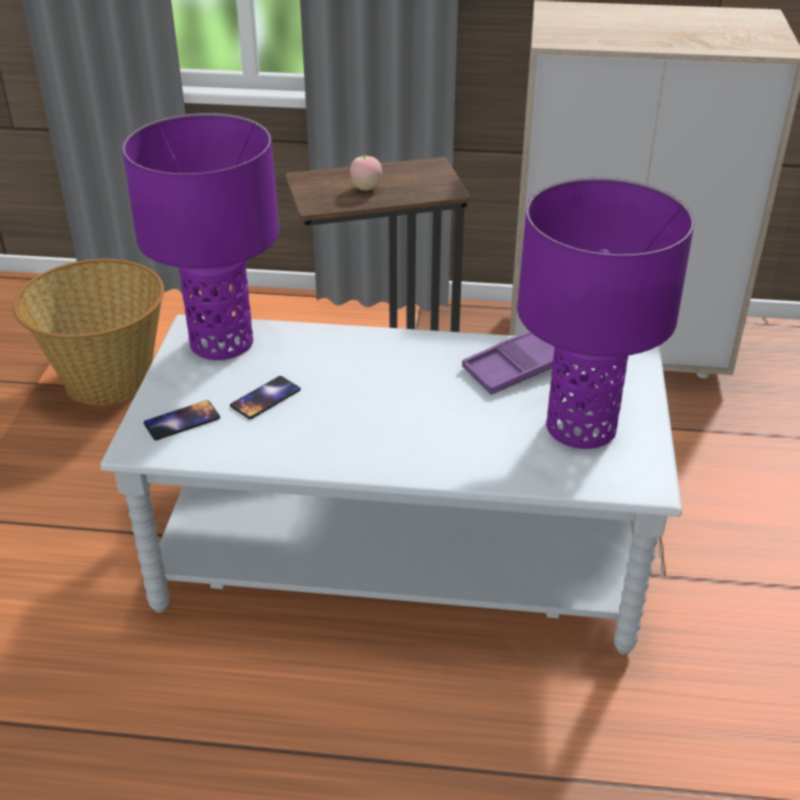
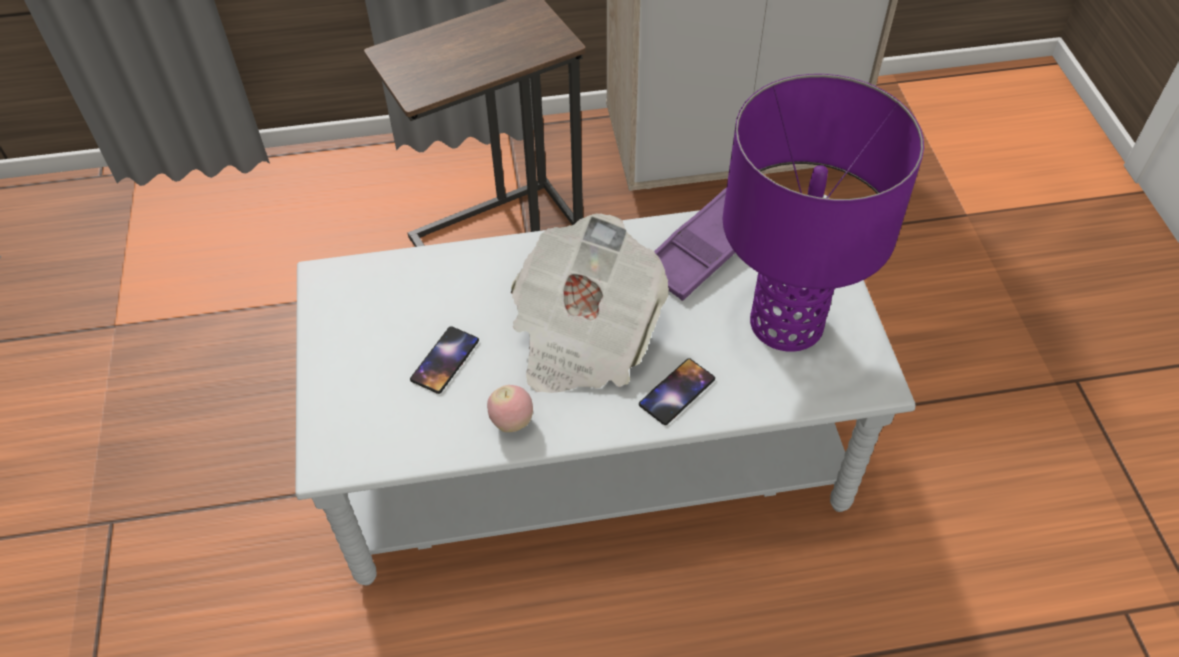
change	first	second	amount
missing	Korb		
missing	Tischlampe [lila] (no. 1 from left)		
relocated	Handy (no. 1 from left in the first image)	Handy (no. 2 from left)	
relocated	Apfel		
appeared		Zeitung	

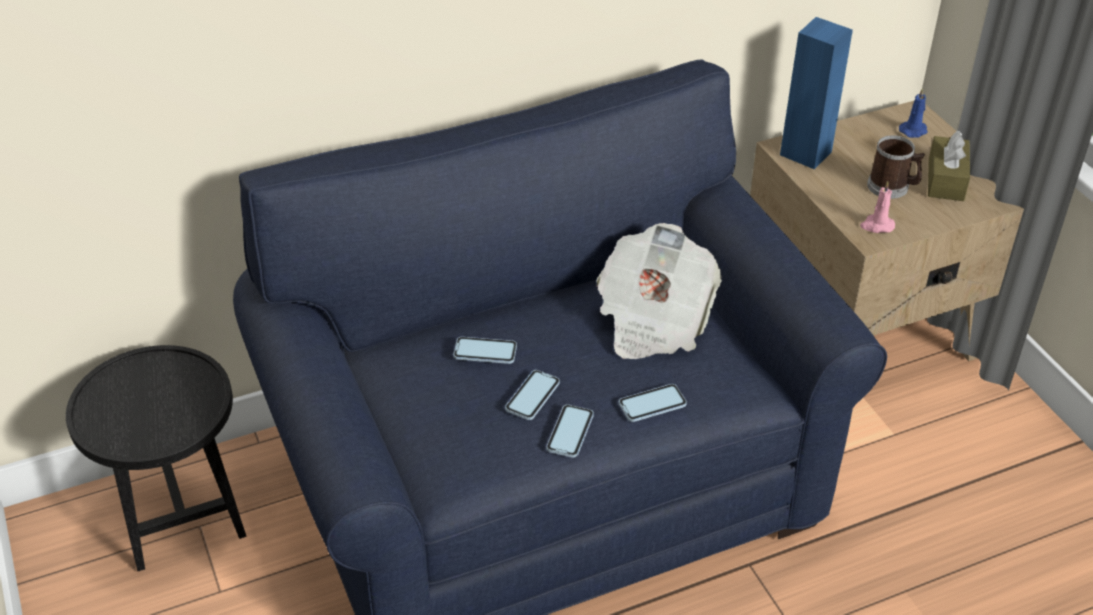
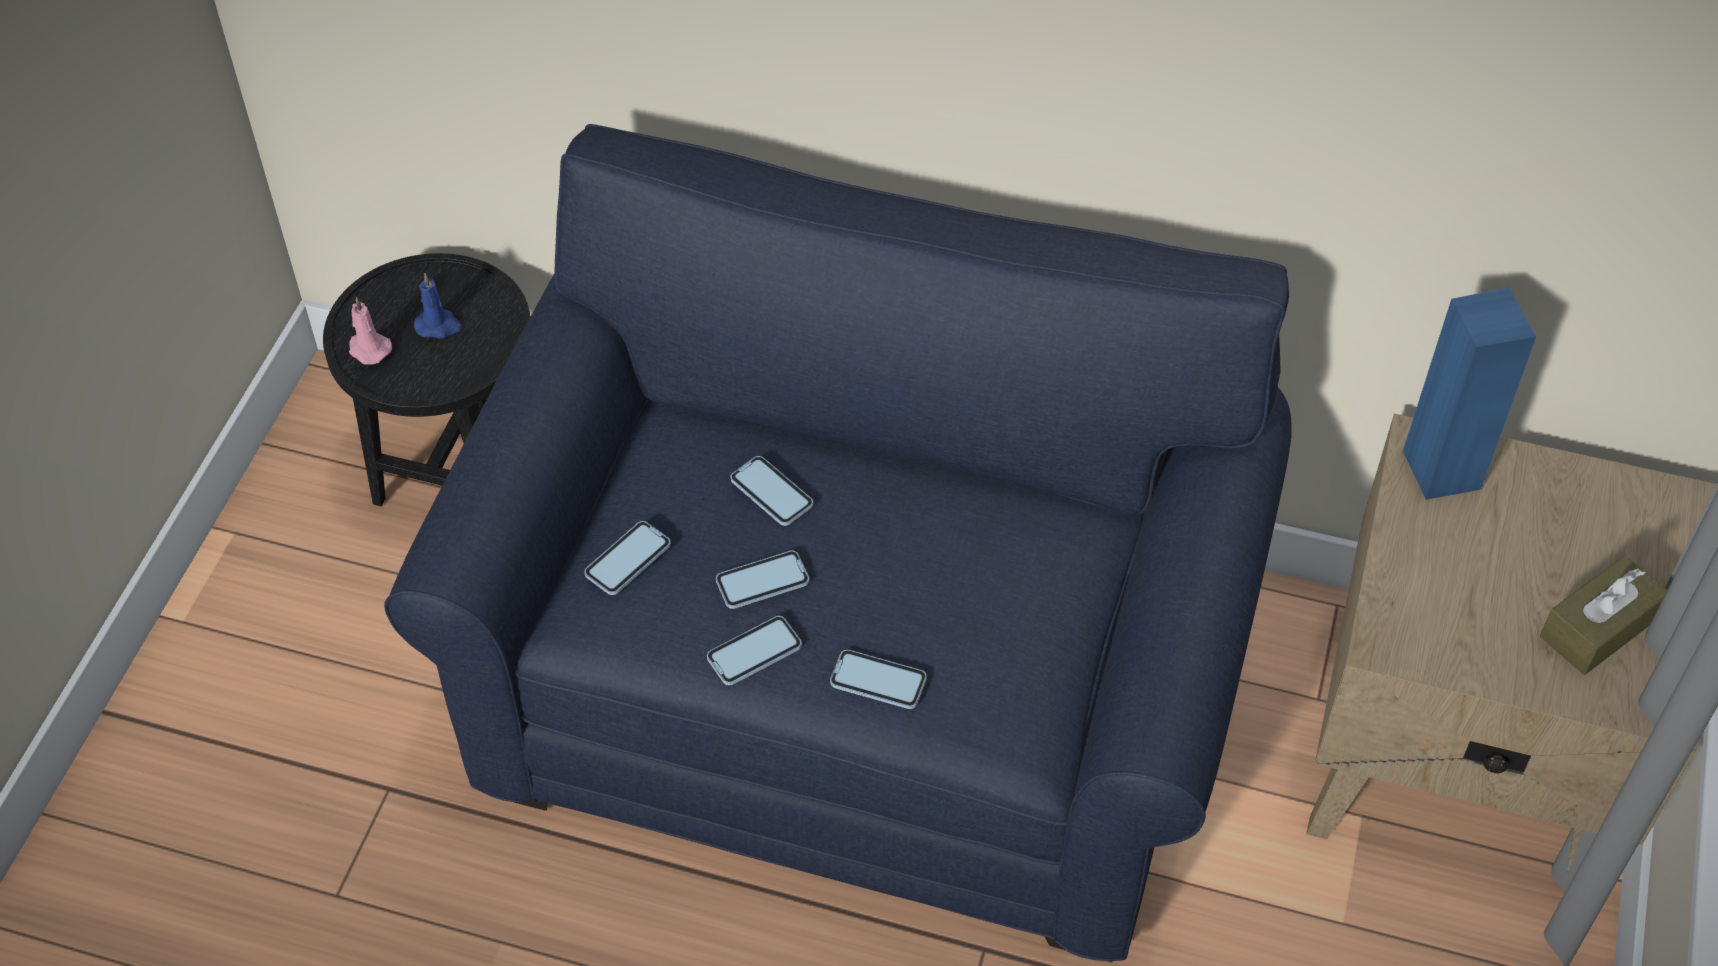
change	first	second	amount
missing	Zeitung		
relocated	Kerze [rosa]		
missing	Henkelbecher		
relocated	Kerze [blau]		
appeared		Handy (no. 1 from left)	

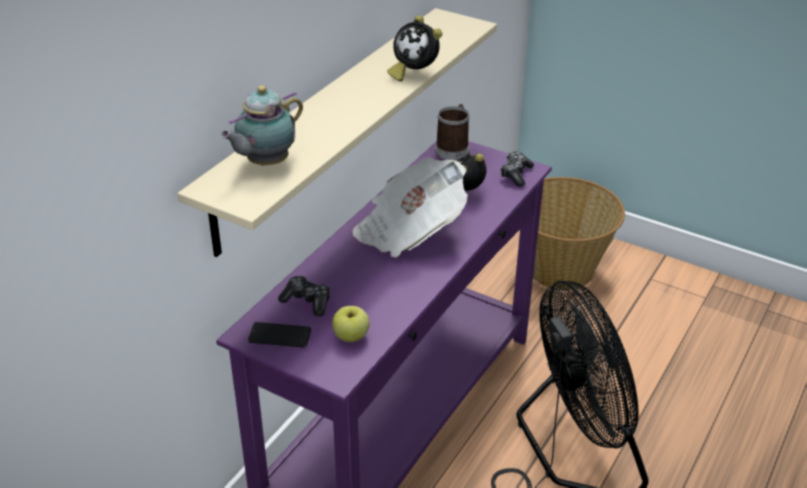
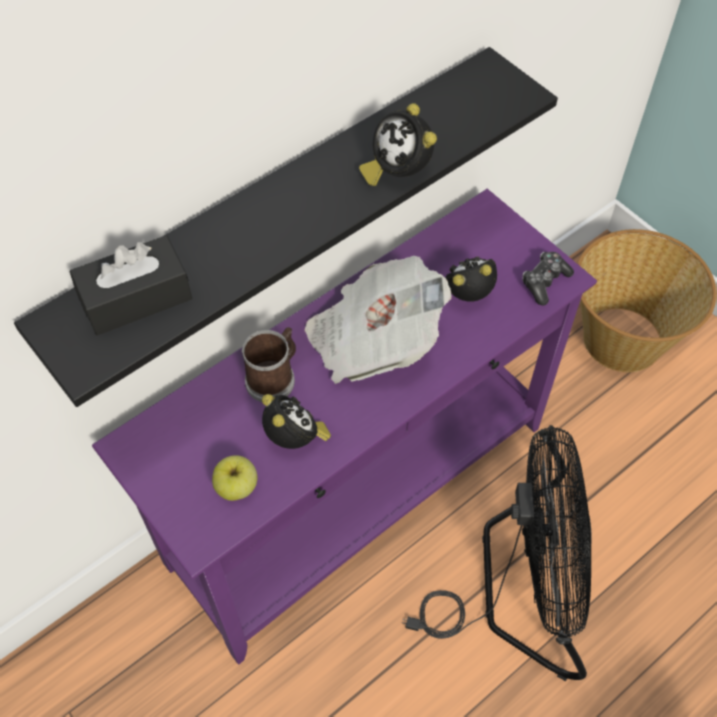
change	first	second	amount
colour	Wandregal [beige]	Wandregal [schwarz]	
exchanged	Teekanne	Taschentuchbox [schwarz]	
missing	Handy		
missing	Gamepad (no. 1 from left)		
relocated	Henkelbecher		
appeared		Wecker (no. 1 from left)	

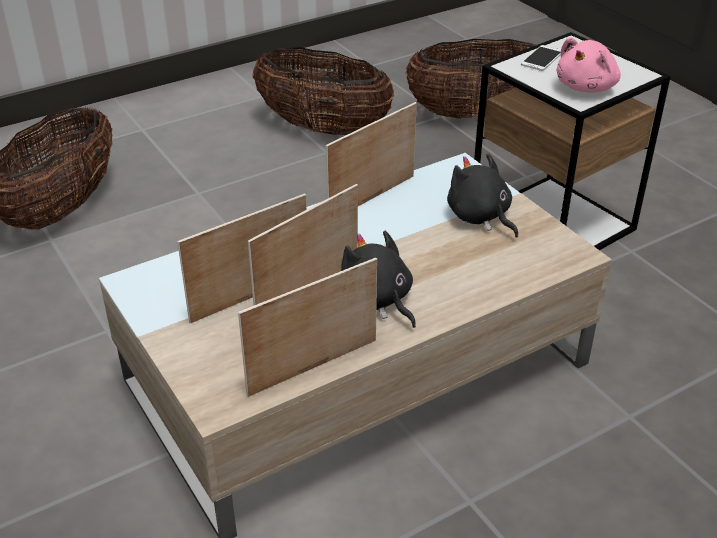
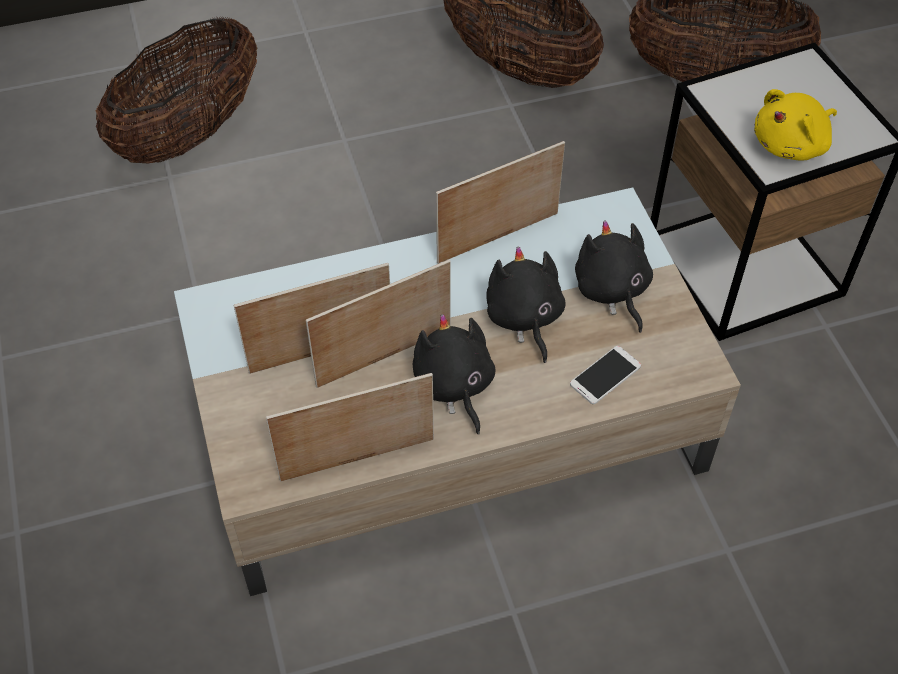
change	first	second	amount
relocated	Handy		
colour	Plüschtier [rosa]	Plüschtier [gelb]	
appeared		Plüschtier [schwarz] (no. 2 from left)	

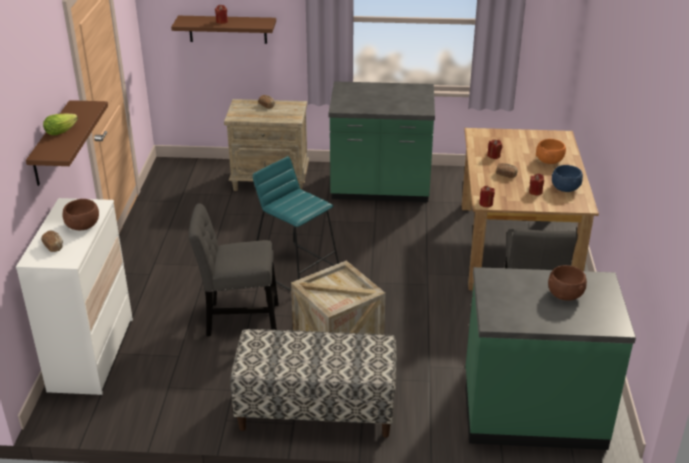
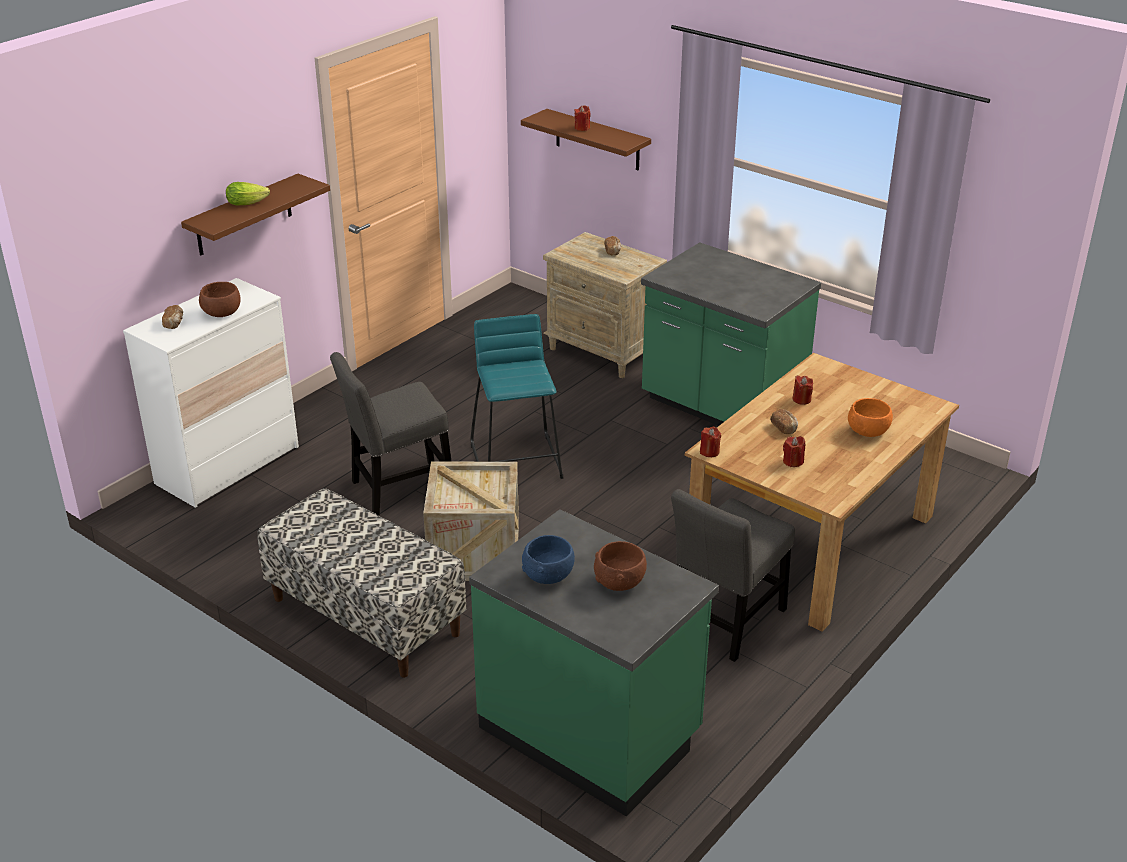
change	first	second	amount
spun	Stuhl [grau] (no. 1 from left)		60 degrees counterclockwise
relocated	Schüssel [blau]		

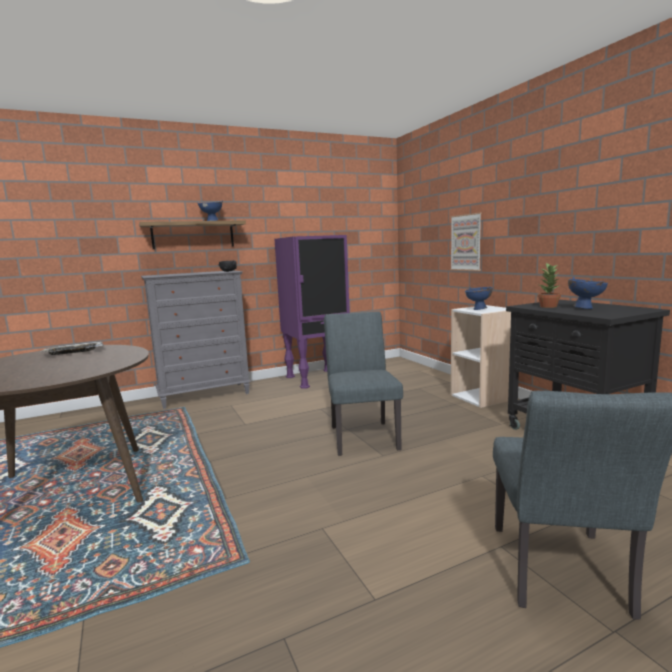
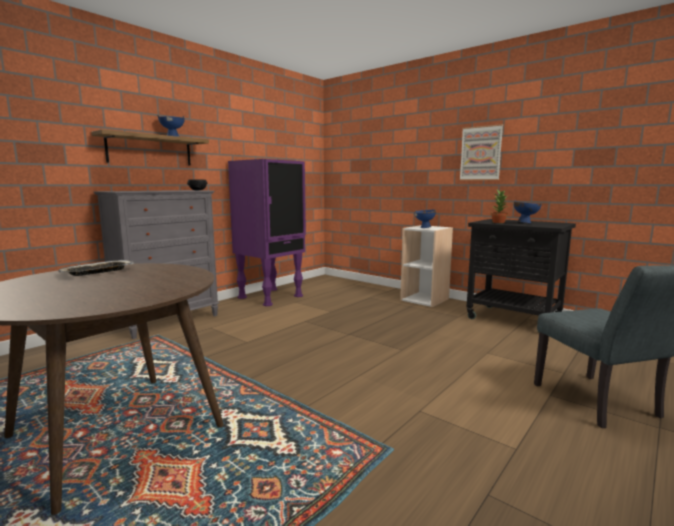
change	first	second	amount
missing	Stuhl [grau] (no. 1 from left)		
relocated	Bild		

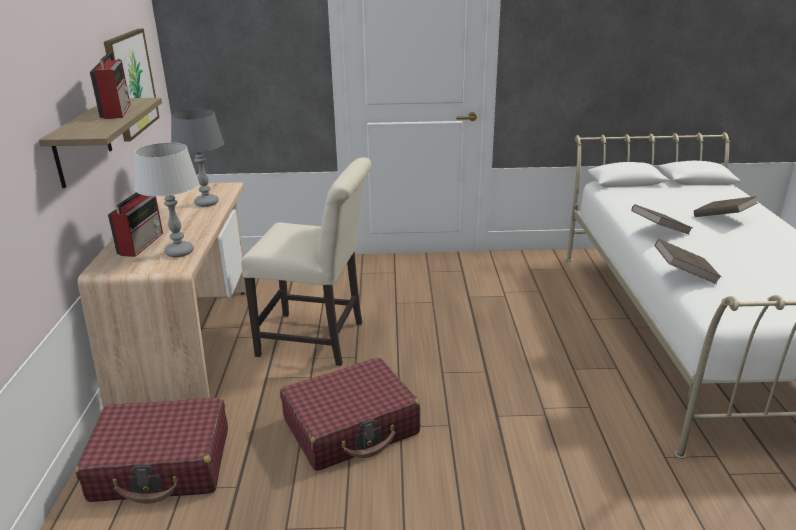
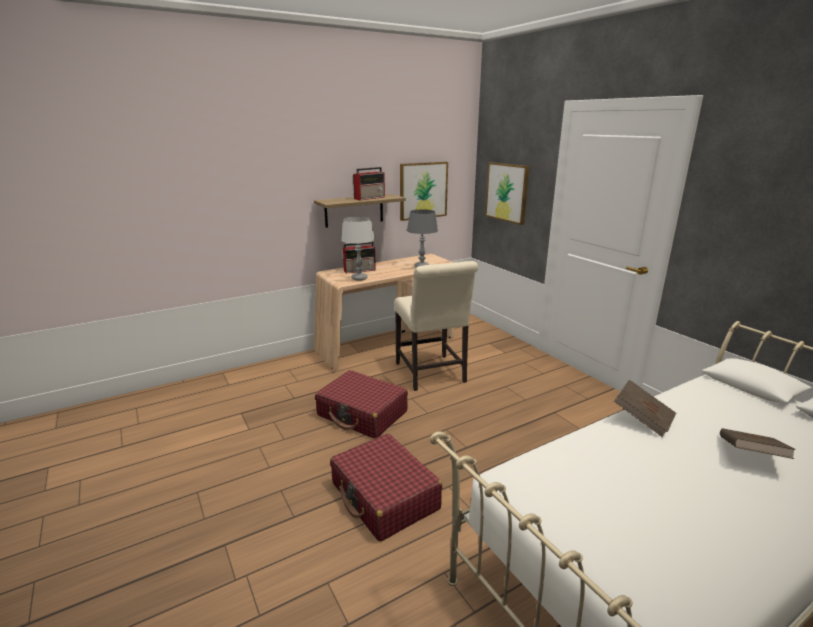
change	first	second	amount
relocated	Koffer [rot] (no. 1 from left in the first image)	Koffer [rot] (no. 2 from left)	
missing	Buch [braun] (no. 2 from left)		
appeared		Bild (no. 2 from left)	

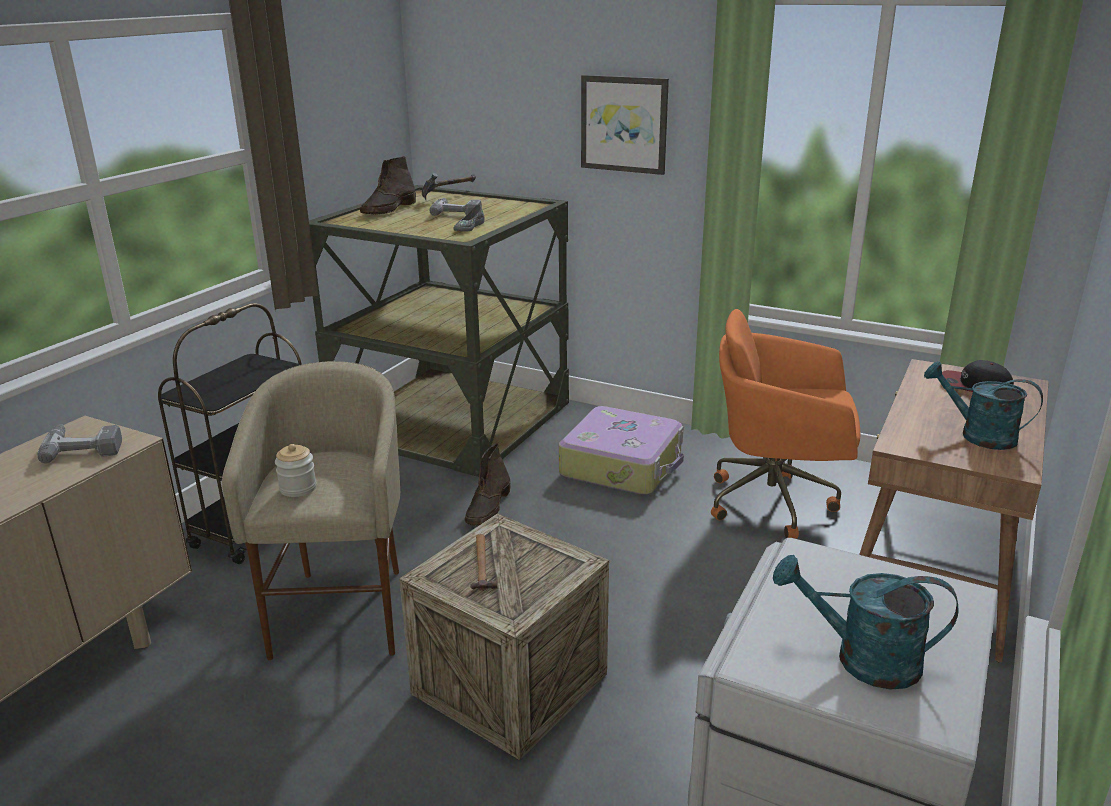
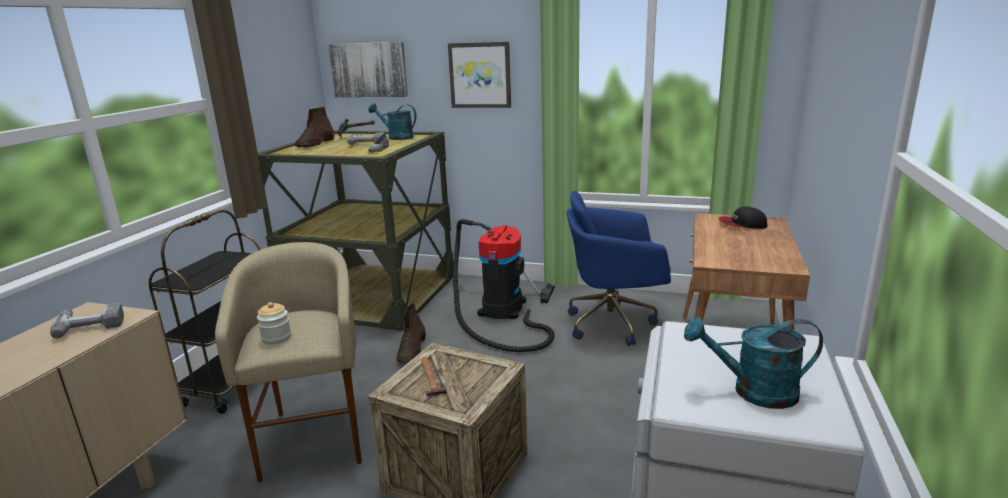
change	first	second	amount
exchanged	Koffer	Staubsauger	
colour	Bürostuhl [orange]	Bürostuhl [blau]	
relocated	Gießkanne [türkis] (no. 2 from left in the first image)	Gießkanne [türkis] (no. 1 from left)	
appeared		Bild (no. 1 from left)	

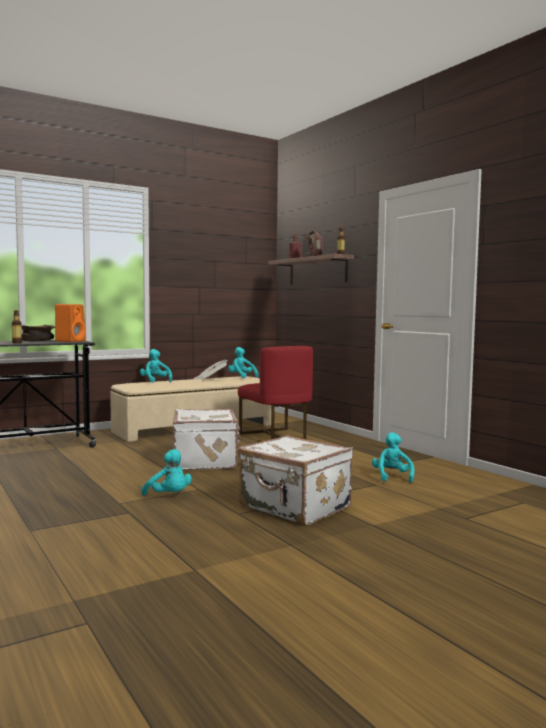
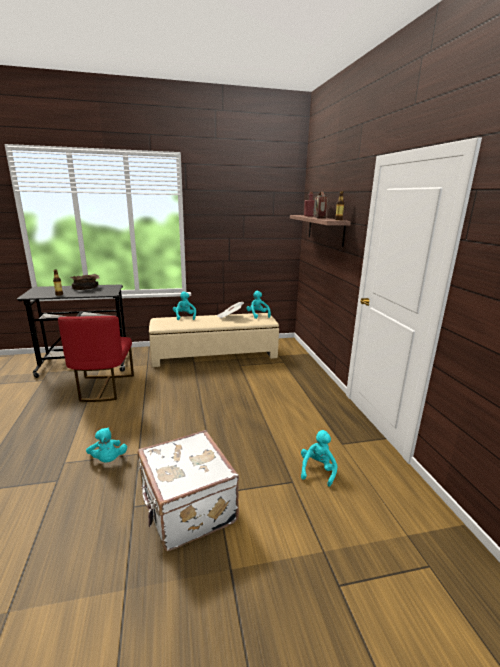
change	first	second	amount
missing	Lautsprecher [orange]		
missing	Koffer [weiß] (no. 1 from left)		
relocated	Stuhl [rot]		

